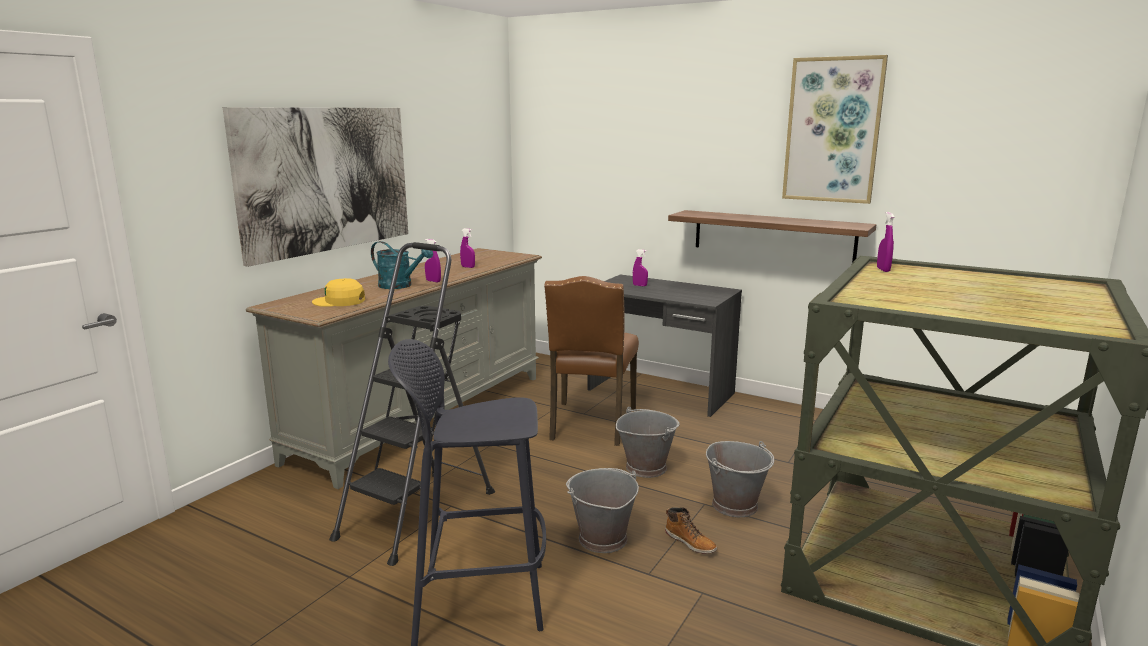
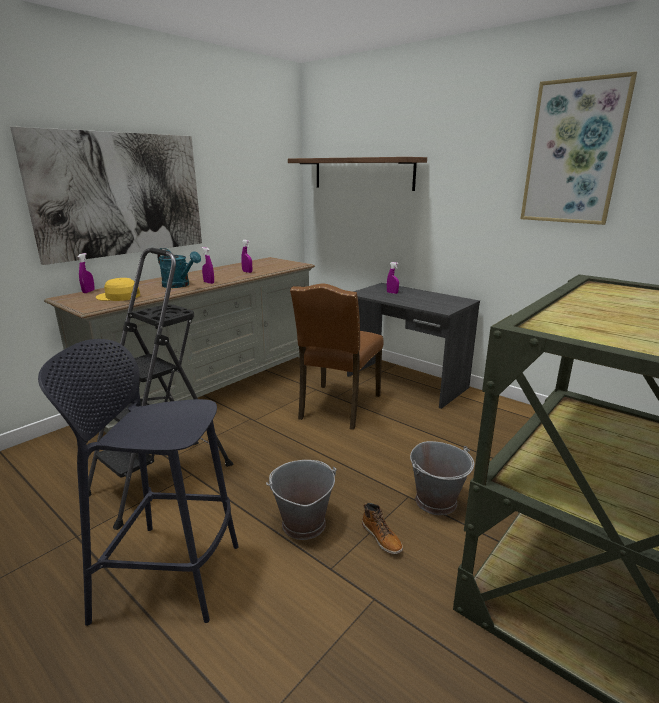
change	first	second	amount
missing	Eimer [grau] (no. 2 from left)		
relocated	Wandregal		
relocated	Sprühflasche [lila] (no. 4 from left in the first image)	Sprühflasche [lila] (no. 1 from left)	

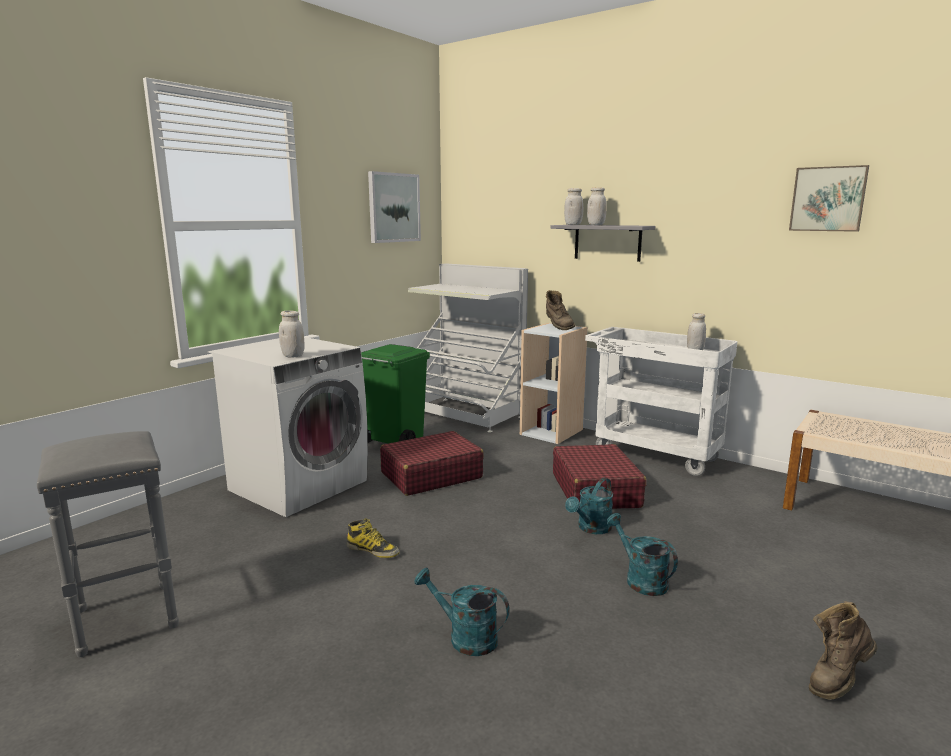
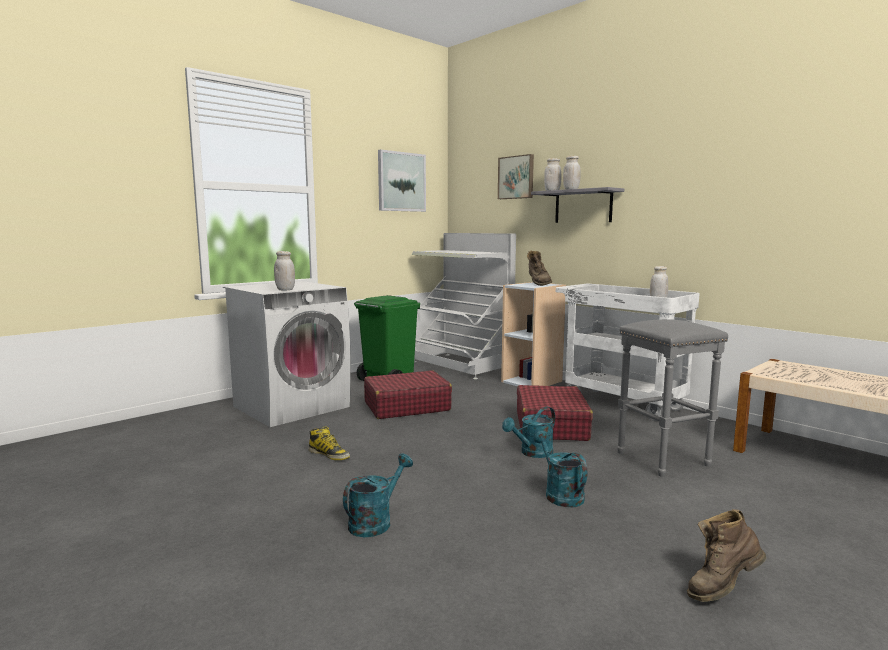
change	first	second	amount
relocated	Hocker [grau]		
spun	Gießkanne [türkis] (no. 1 from left)		90 degrees clockwise
relocated	Bild (no. 2 from left)		

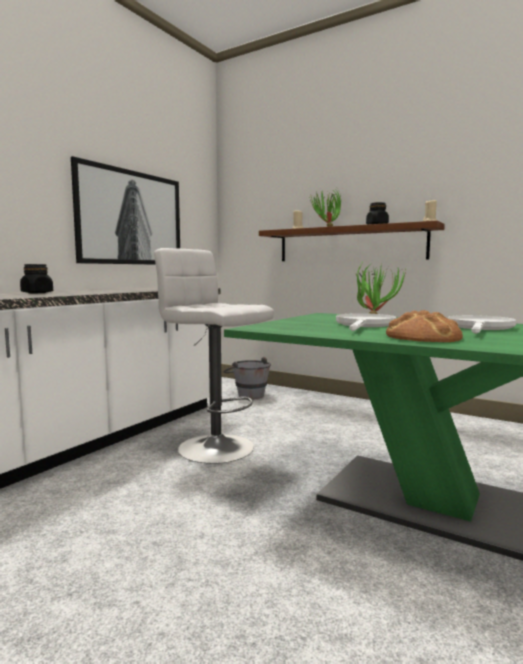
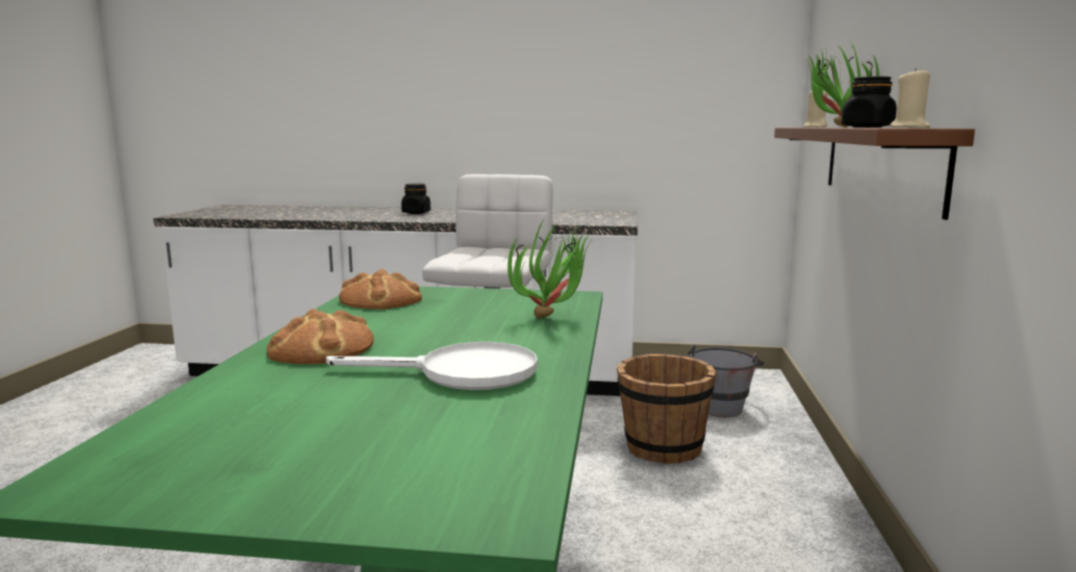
change	first	second	amount
missing	Bild		
missing	Pfanne [weiß] (no. 1 from left)		
appeared		Brot (no. 2 from left)	
appeared		Eimer [braun]	

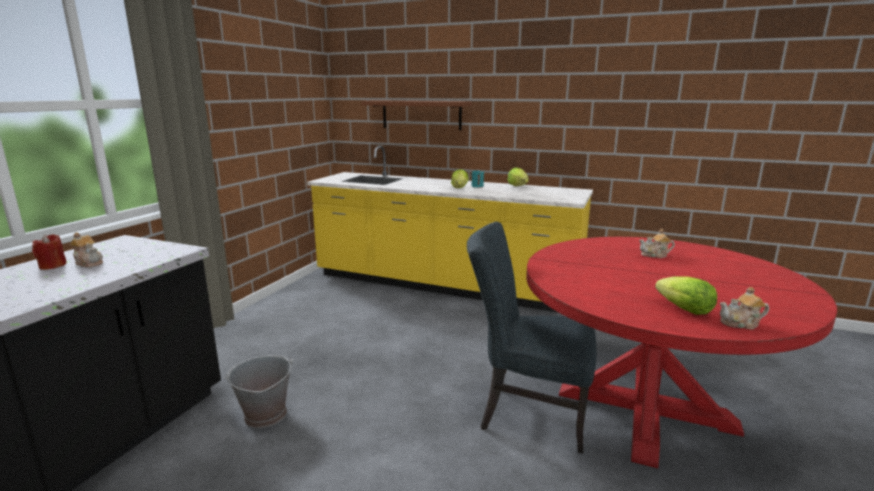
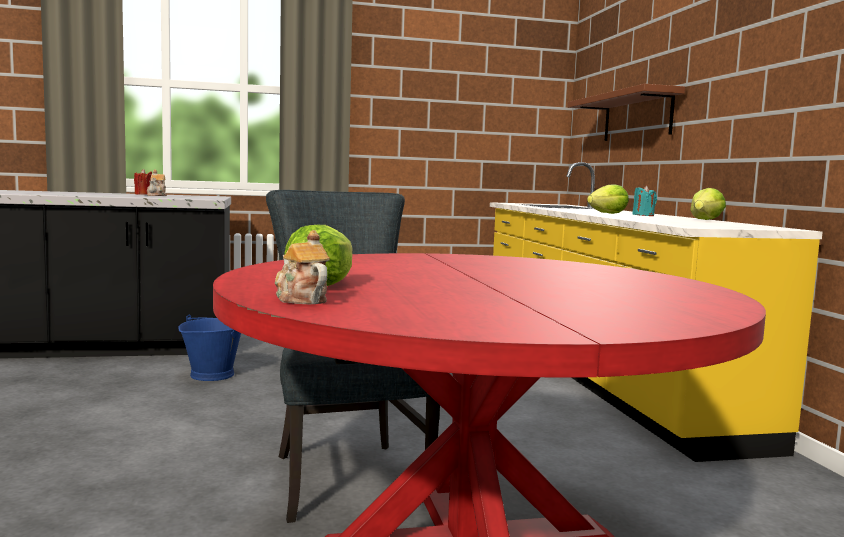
change	first	second	amount
colour	Eimer [grau]	Eimer [blau]	
missing	Teekanne (no. 2 from left)		

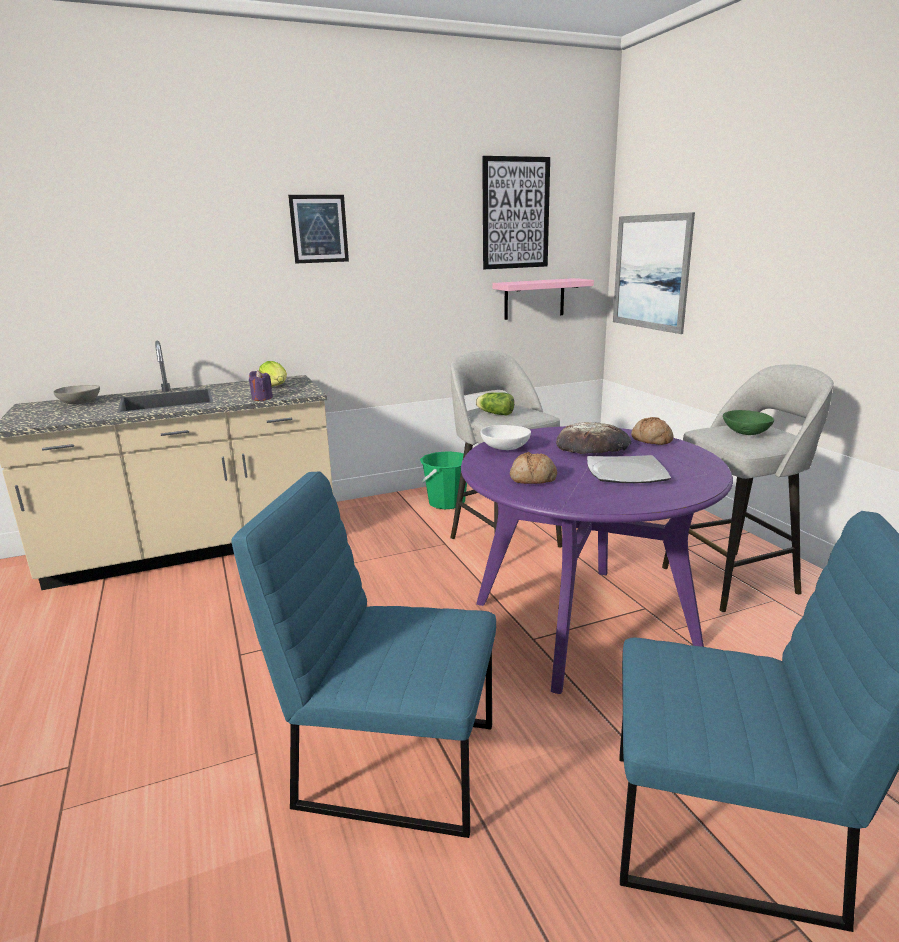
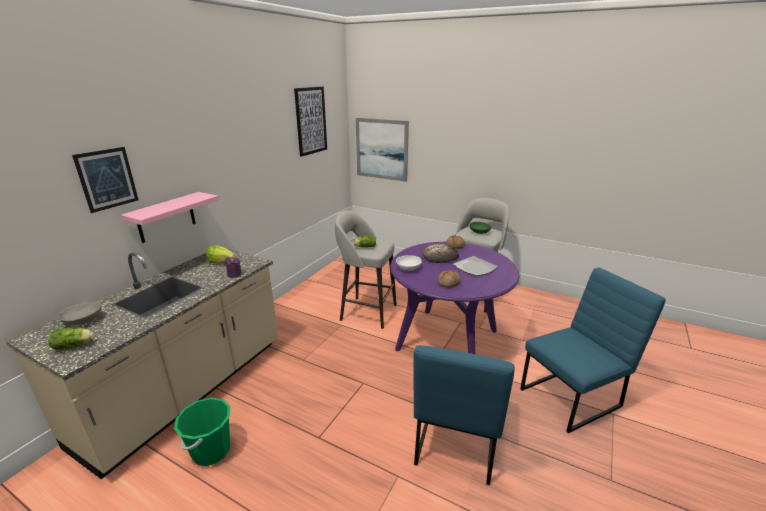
change	first	second	amount
spun	Stuhl [blau] (no. 1 from left)		45 degrees counterclockwise
relocated	Bild (no. 1 from left)		
relocated	Eimer [grün]		
relocated	Wandregal [rosa]		
appeared		Salatkopf (no. 1 from left)	

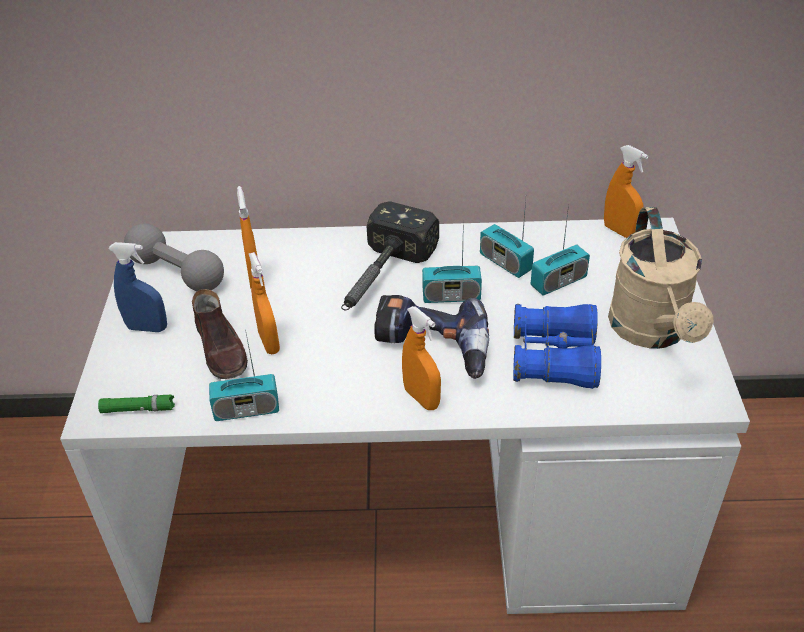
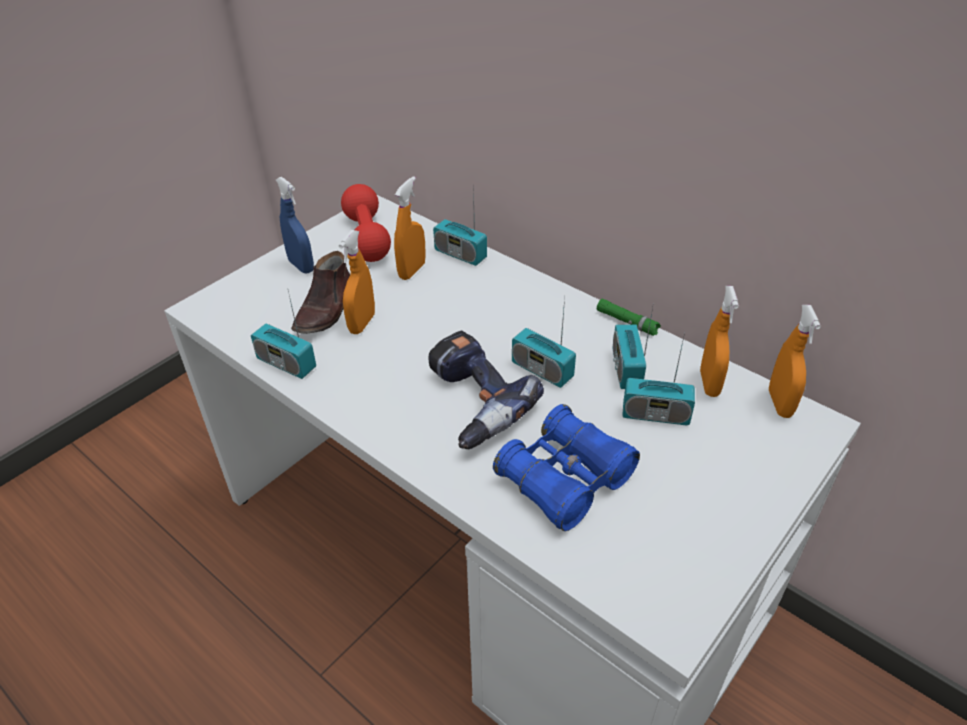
change	first	second	amount
relocated	Taschenlampe [grün]		
colour	Hantel [grau]	Hantel [rot]	
missing	Hammer		
relocated	Sprühflasche [orange] (no. 3 from left)		
missing	Gießkanne [beige]		
appeared		Radio (no. 2 from left)	

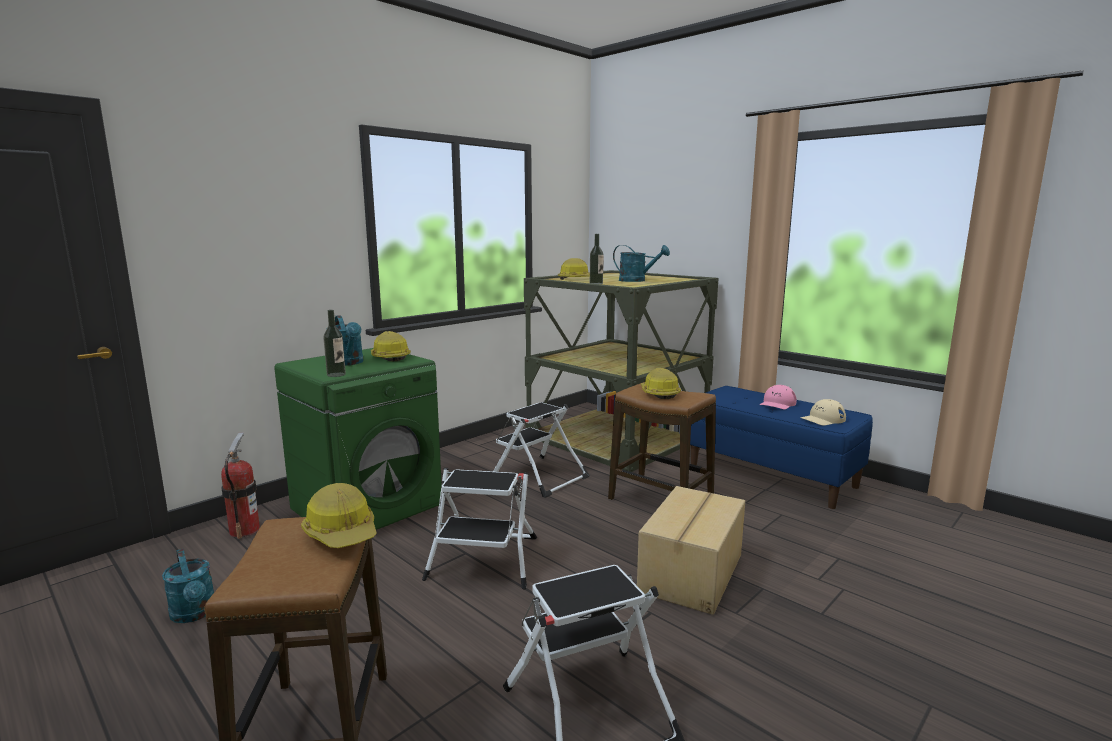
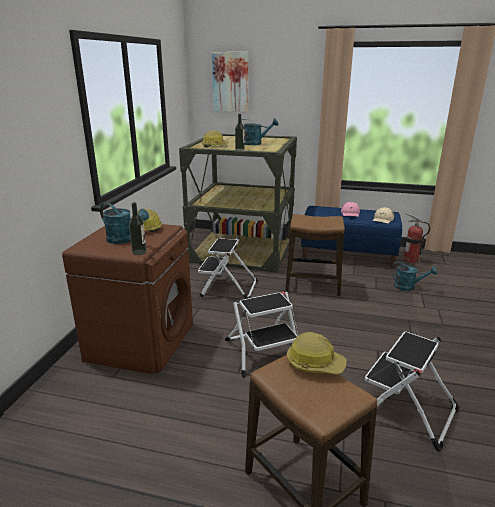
change	first	second	amount
relocated	Gießkanne [türkis] (no. 1 from left in the first image)	Gießkanne [türkis] (no. 3 from left)	
relocated	Feuerlöscher		
colour	Waschmaschine [grün]	Waschmaschine [braun]	
missing	Karton		
missing	Schutzhelm (no. 4 from left)		
appeared		Bild	

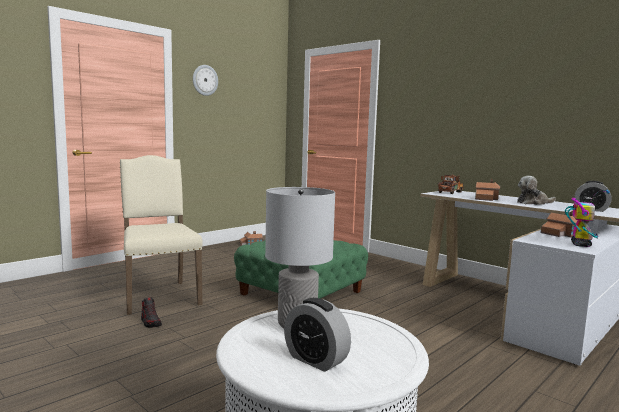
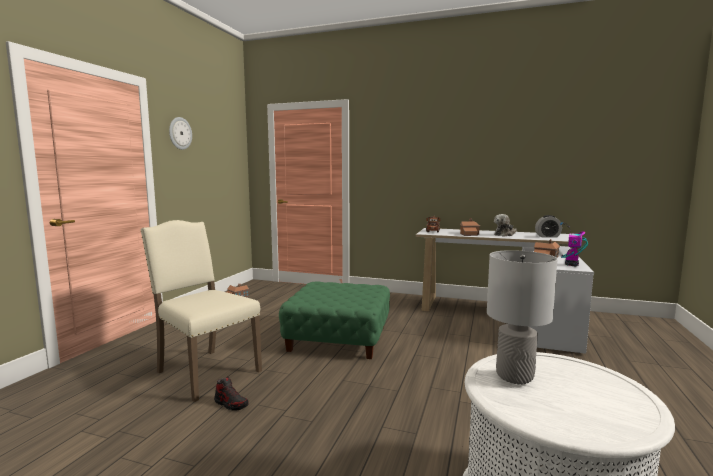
change	first	second	amount
missing	Wecker (no. 1 from left)		
spun	Spielzeugroboter		150 degrees counterclockwise

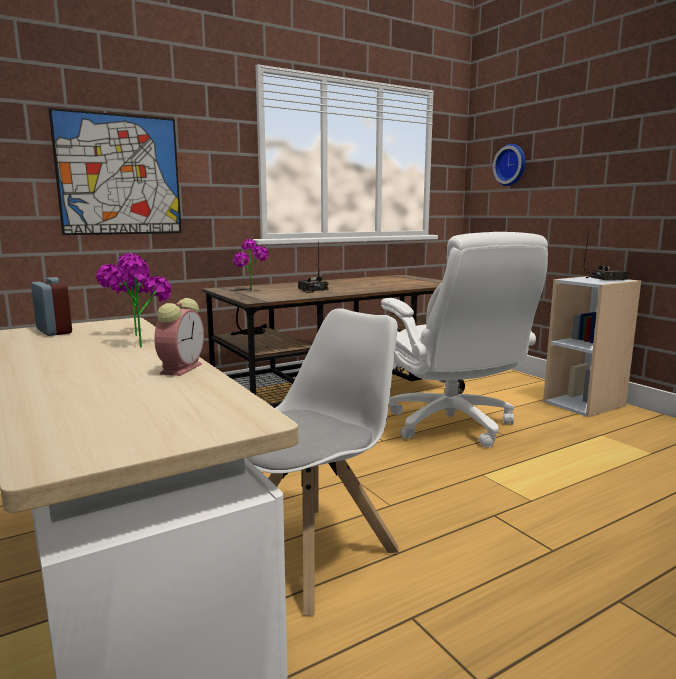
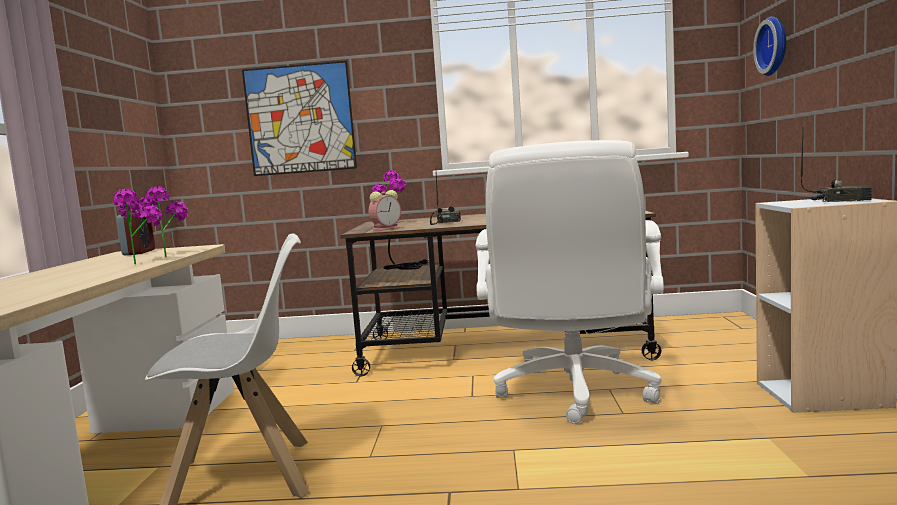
change	first	second	amount
relocated	Wecker (no. 2 from left)		

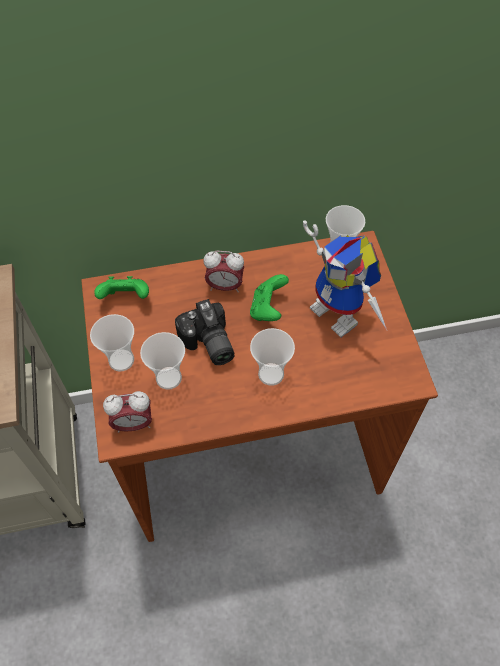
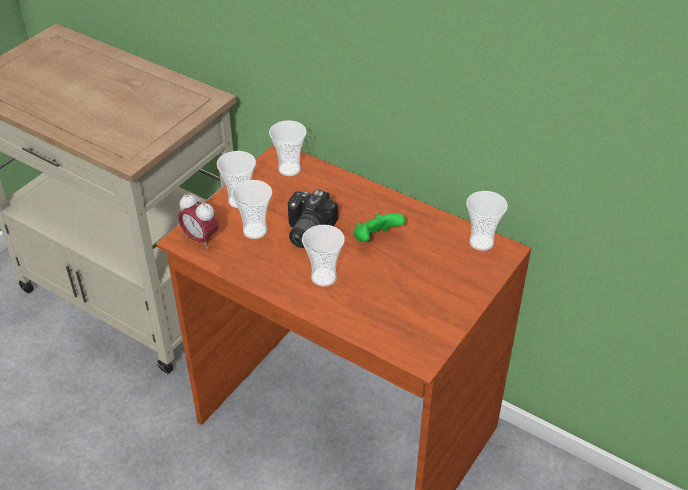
change	first	second	amount
exchanged	Gamepad [grün] (no. 1 from left)	Tasse (no. 3 from left)	
missing	Wecker (no. 2 from left)		
missing	Spielzeugroboter		

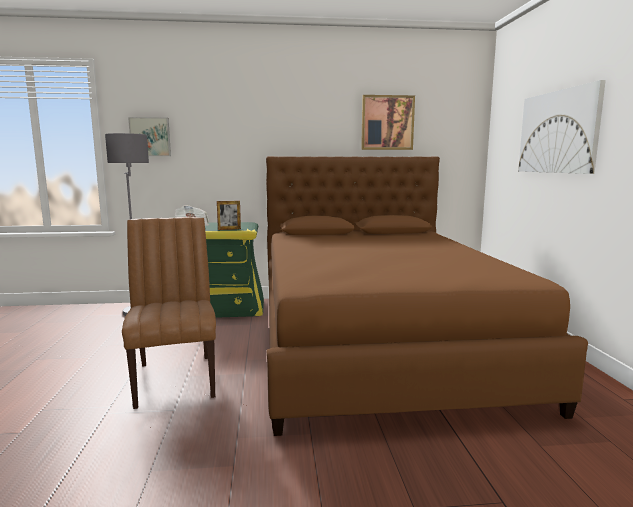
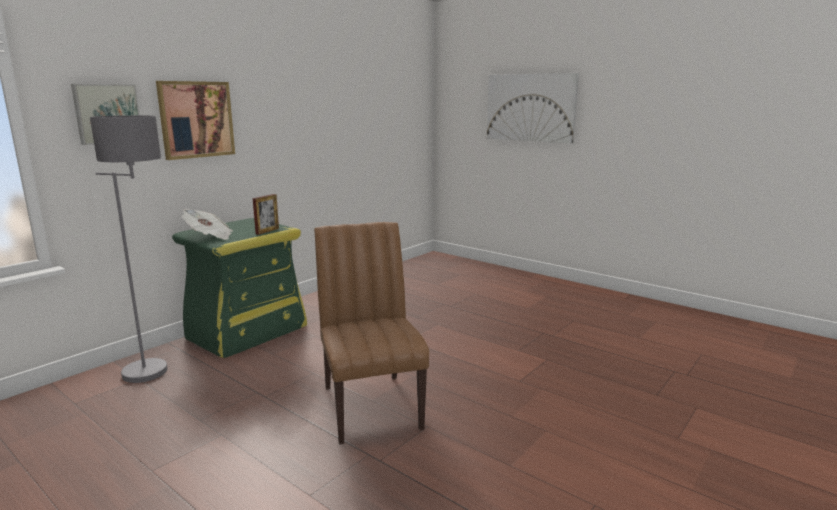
change	first	second	amount
spun	Stuhl [braun]		45 degrees clockwise
missing	Bett [braun]		
relocated	Bild (no. 2 from left)		

